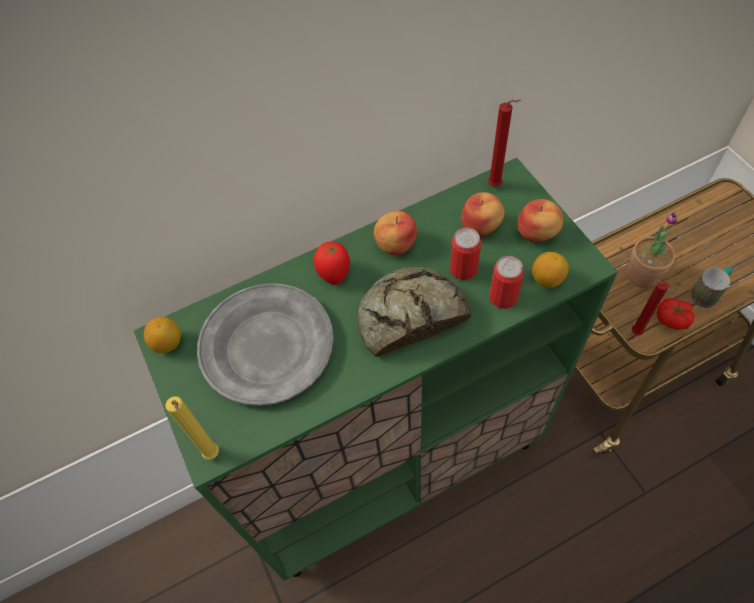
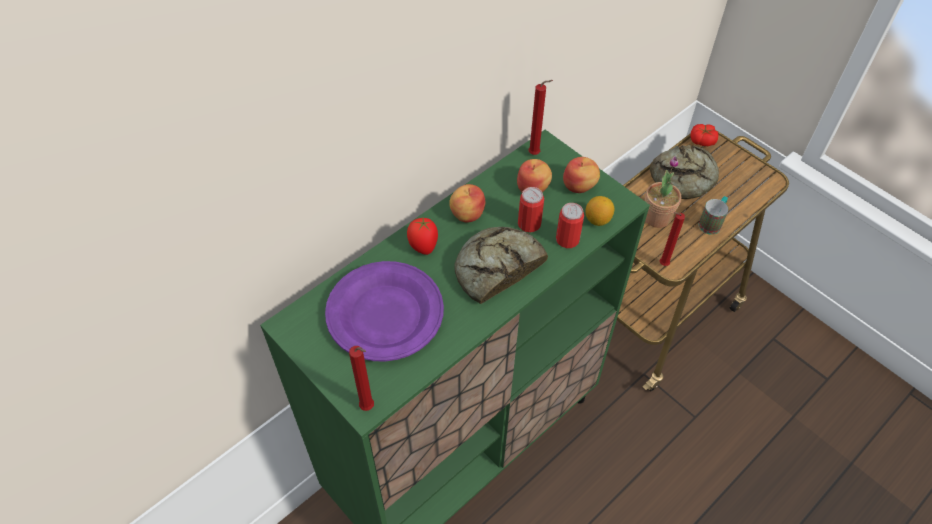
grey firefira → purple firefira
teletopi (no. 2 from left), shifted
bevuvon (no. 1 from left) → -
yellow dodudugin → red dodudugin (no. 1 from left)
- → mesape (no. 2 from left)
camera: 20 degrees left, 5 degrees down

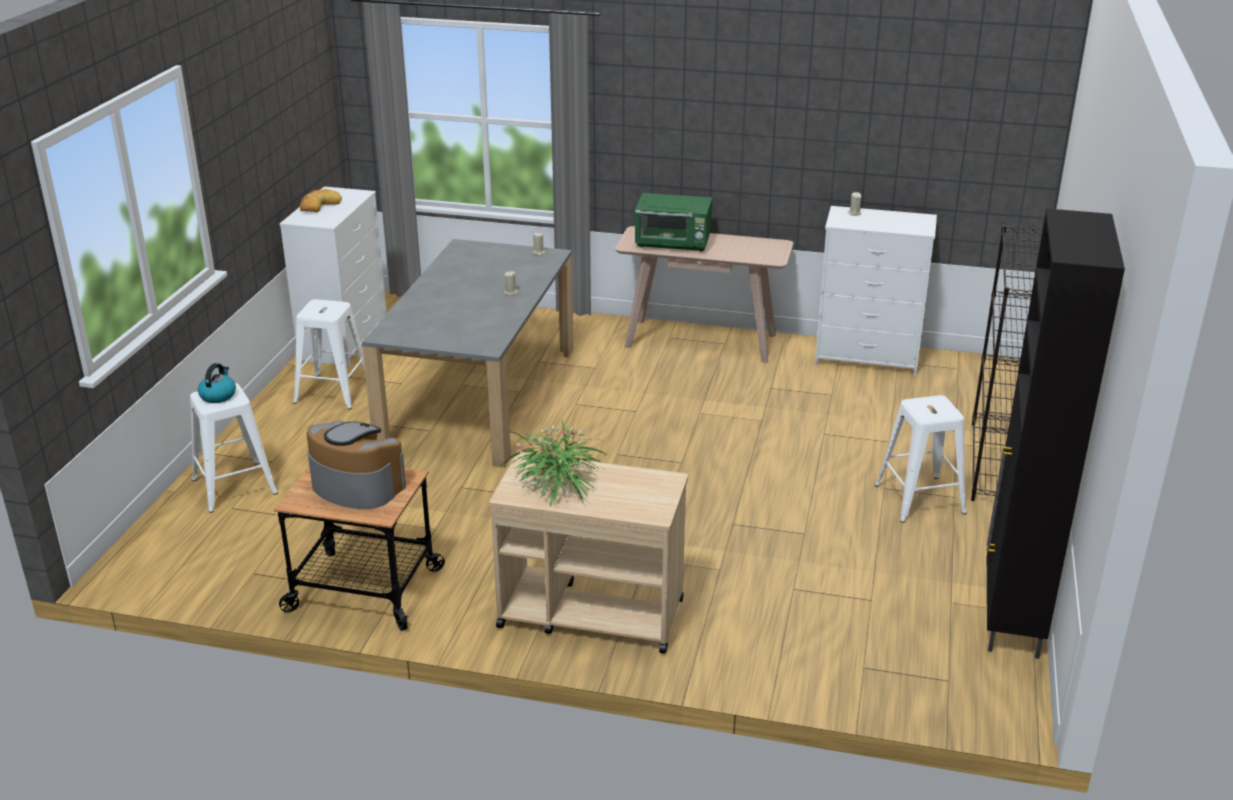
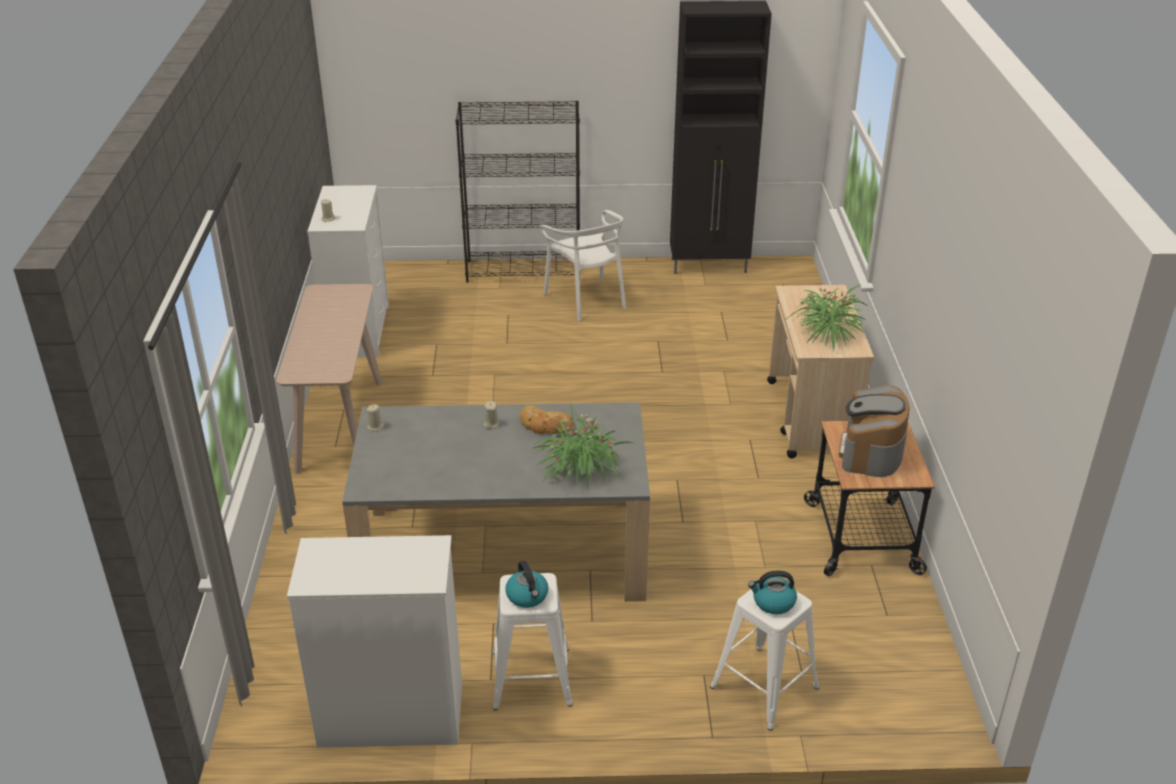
mesape, shifted
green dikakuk → -
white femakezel (no. 3 from left) → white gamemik
- → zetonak (no. 1 from left)
- → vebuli (no. 1 from left)
camera: 105 degrees left, 5 degrees up

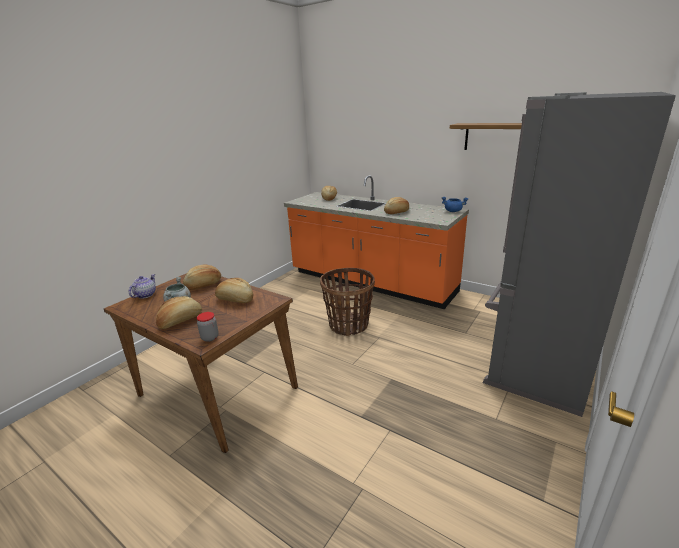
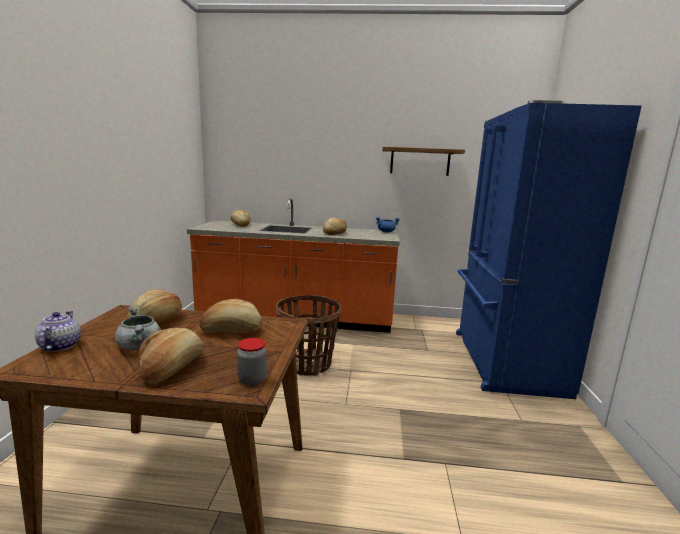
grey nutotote → blue nutotote
camera: 30 degrees left, 10 degrees down

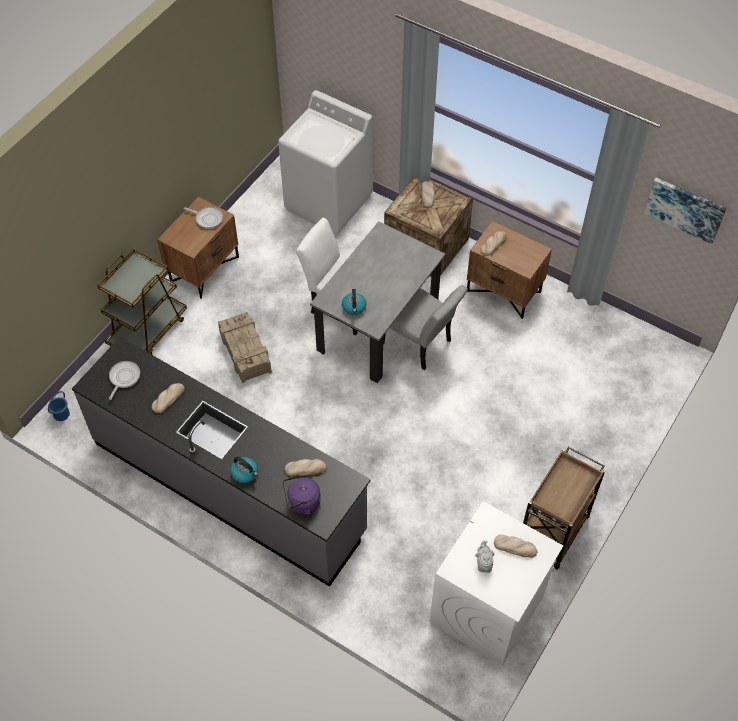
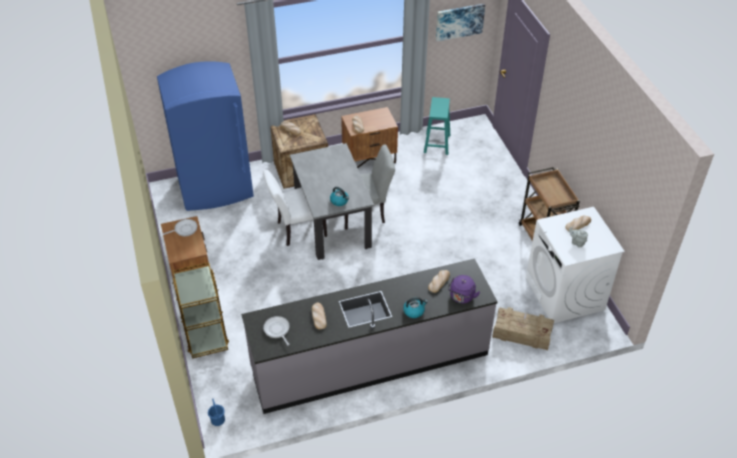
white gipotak (no. 1 from left) → blue nutotote
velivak (no. 1 from left in the first image) → velivak (no. 2 from left), shifted
- → turquoise femakezel
camera: 50 degrees left, 10 degrees down

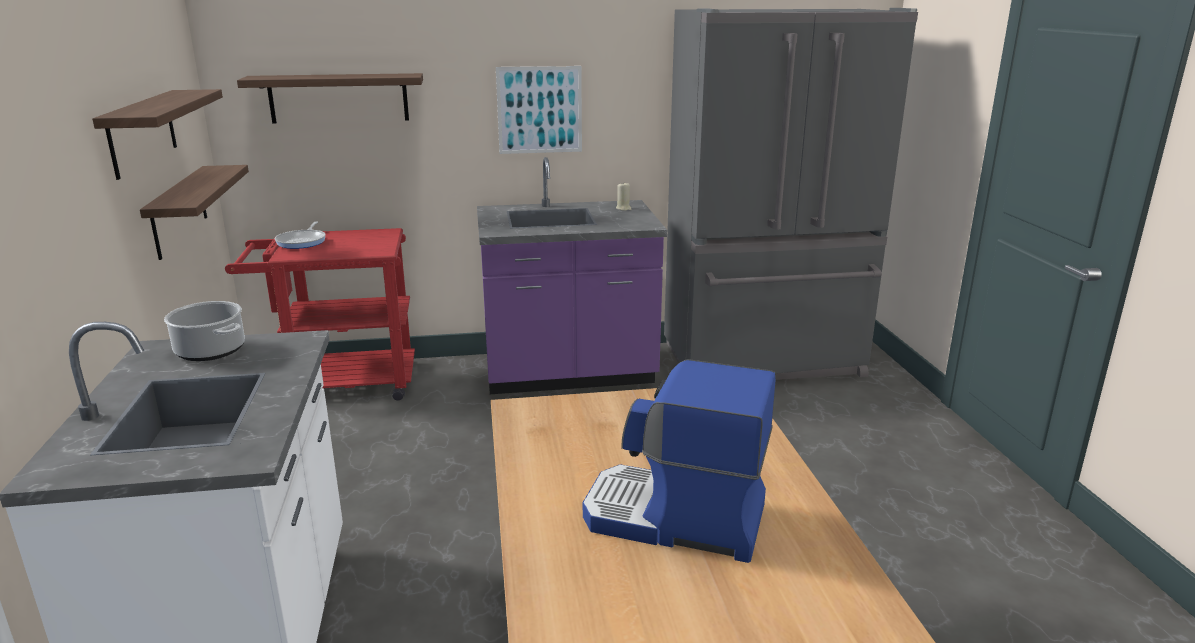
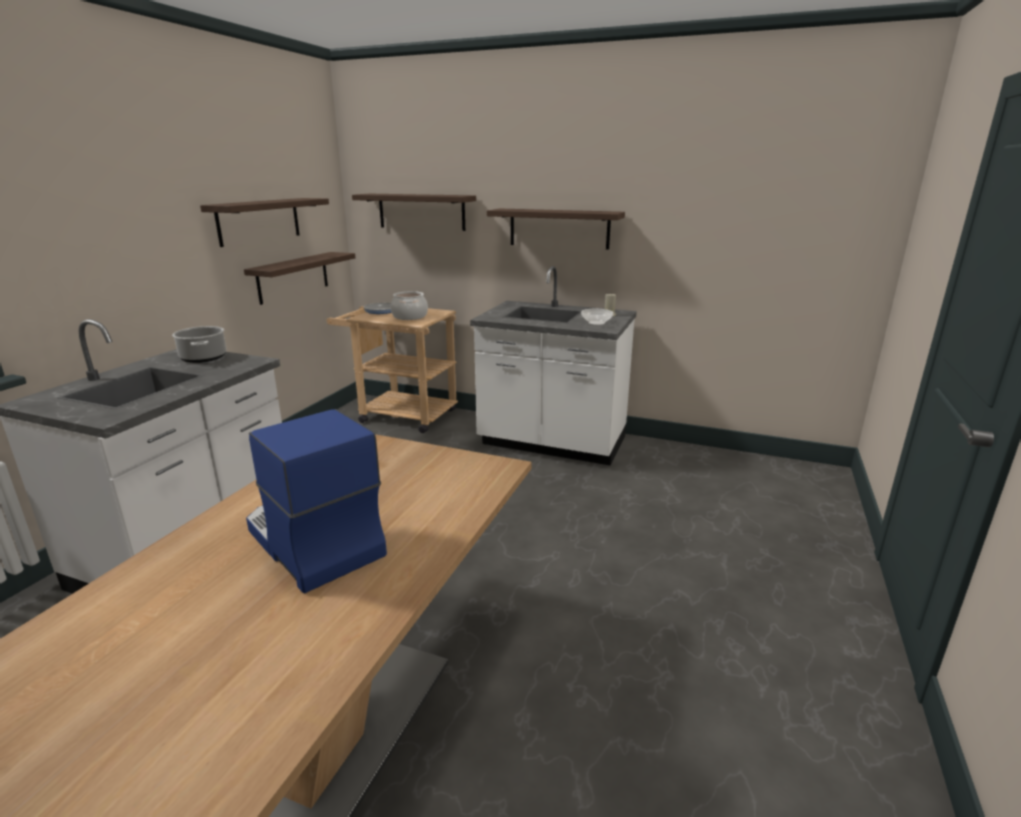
grey nutotote → -
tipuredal → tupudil (no. 4 from left)
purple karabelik → white karabelik (no. 2 from left)
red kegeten → beige kegeten
- → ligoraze (no. 2 from left)
- → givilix
camera: 30 degrees right, 0 degrees up

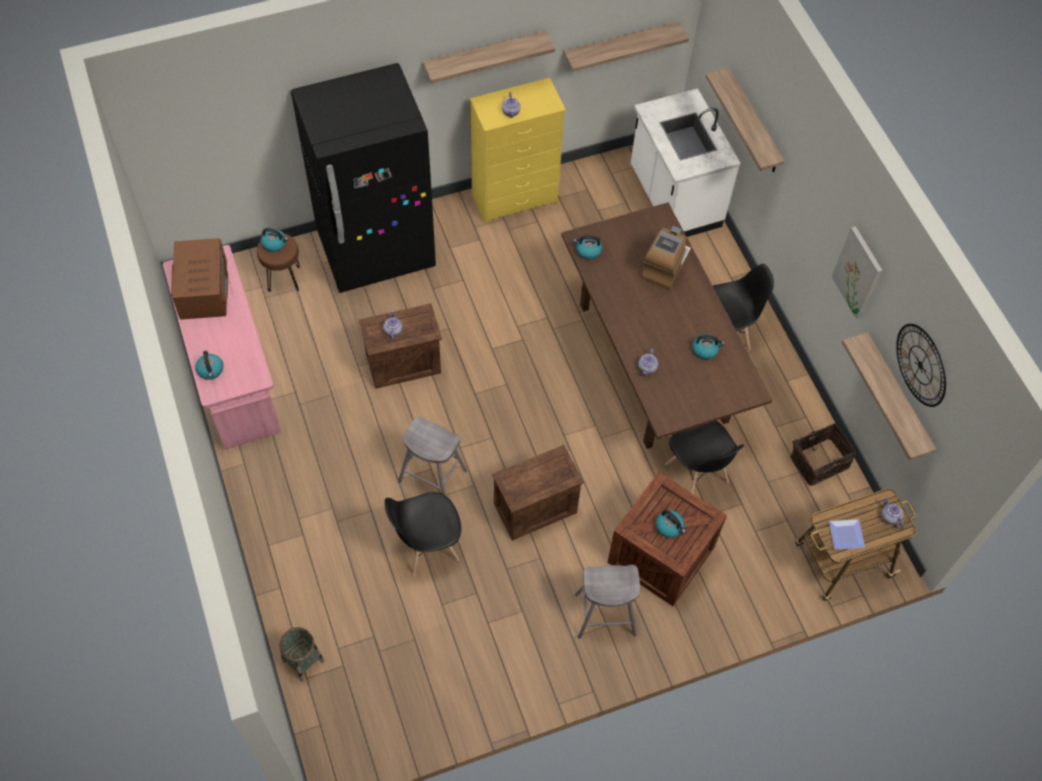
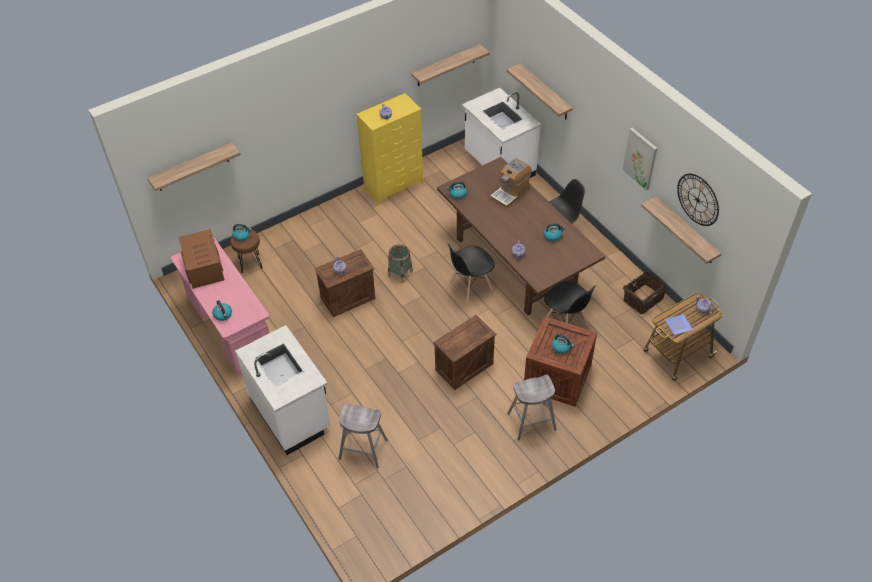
tupudil (no. 1 from left), shifted
black nutotote → -
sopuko, 150 degrees counterclockwise
grey femakezel (no. 1 from left), shifted
black gamemik (no. 1 from left), shifted
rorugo (no. 1 from left), shifted
- → white karabelik (no. 1 from left)
camera: 10 degrees left, 10 degrees down

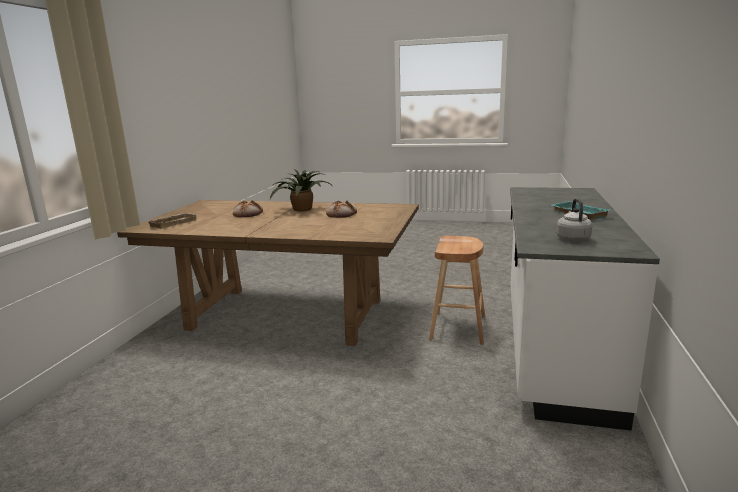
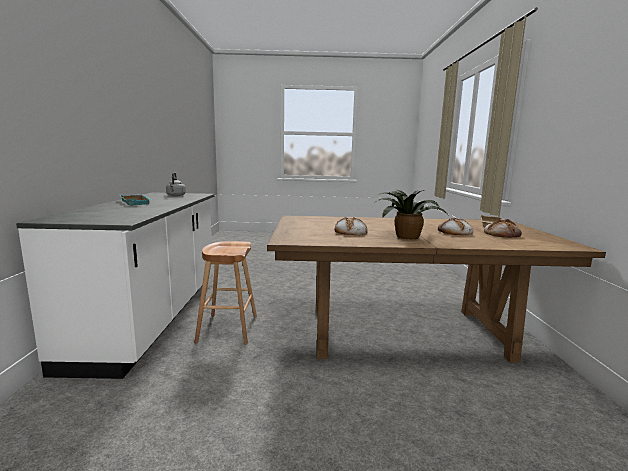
- → mesape (no. 3 from left)
camera: 165 degrees right, 5 degrees down

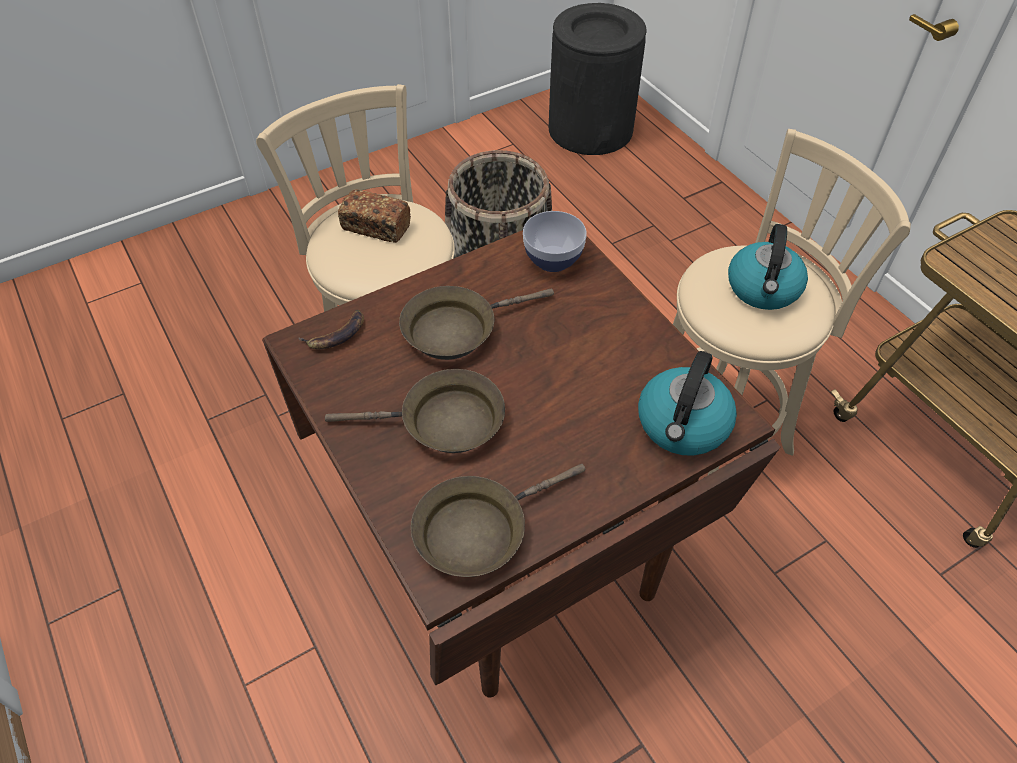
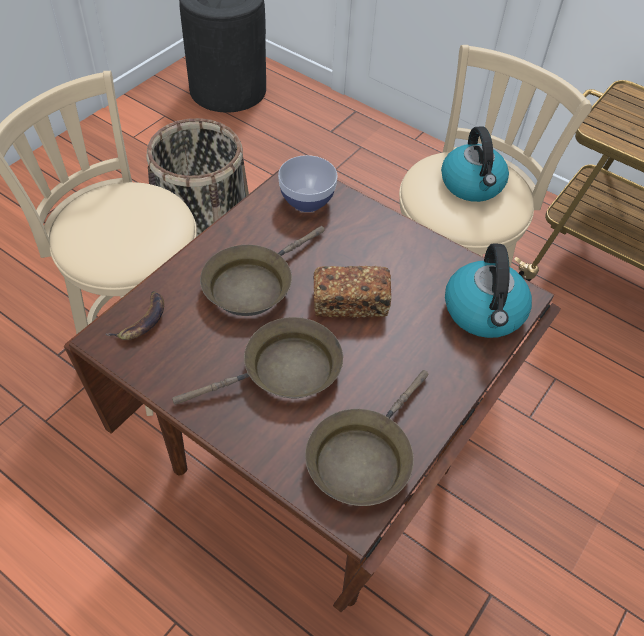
mesape, shifted
camera: 25 degrees left, 0 degrees up

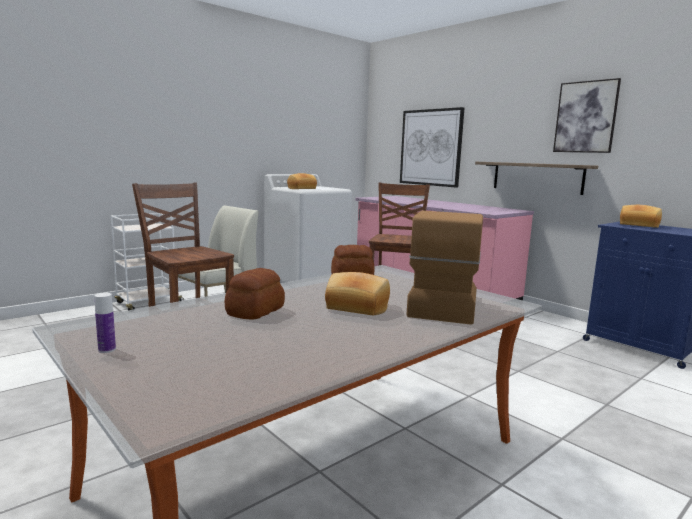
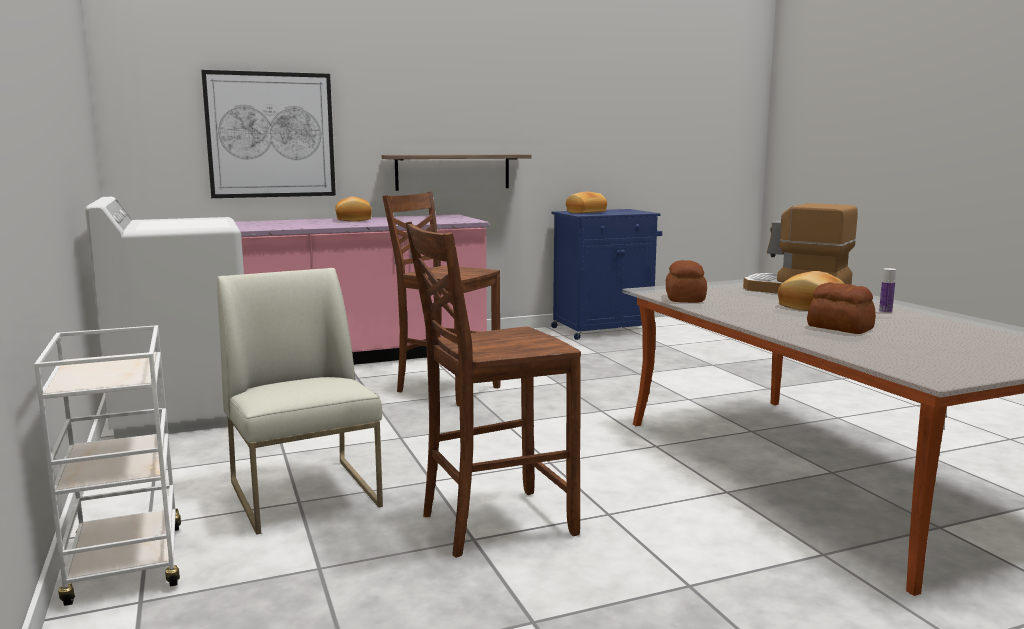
tipuredal (no. 2 from left) → -
mesape (no. 2 from left in the first image) → mesape (no. 1 from left), shifted
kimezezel, shifted
camera: 70 degrees left, 0 degrees up

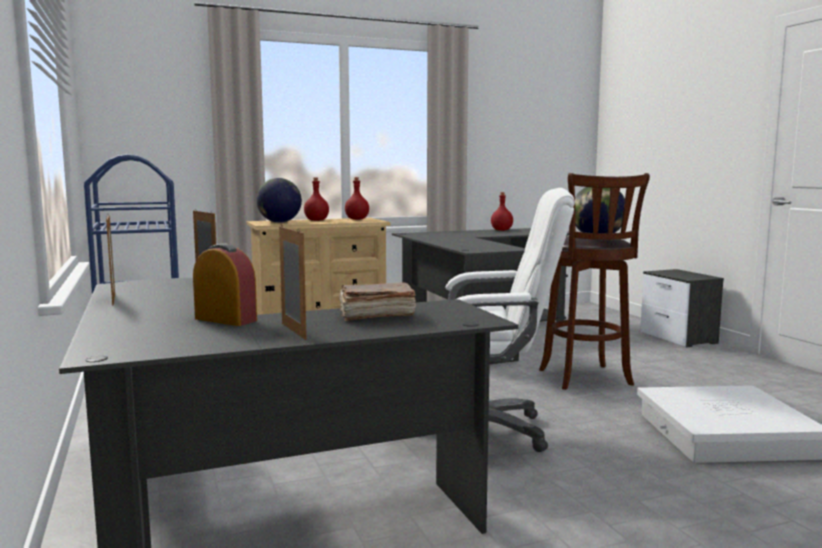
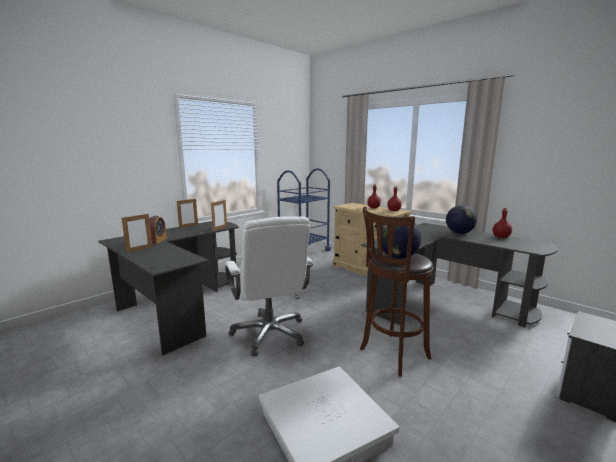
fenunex (no. 1 from left in the first image) → fenunex (no. 2 from left), shifted
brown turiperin → -
camera: 65 degrees right, 5 degrees up

